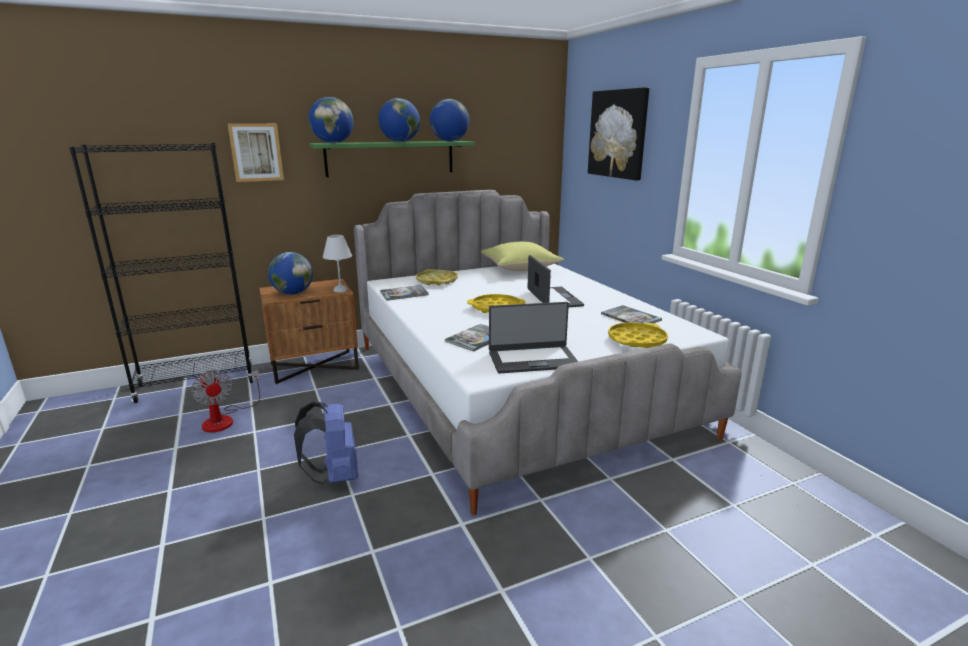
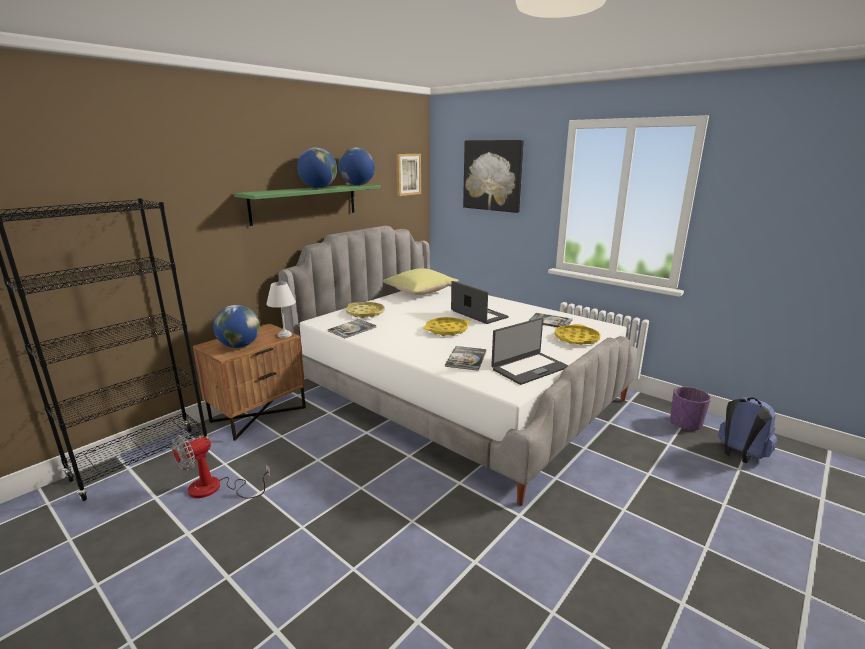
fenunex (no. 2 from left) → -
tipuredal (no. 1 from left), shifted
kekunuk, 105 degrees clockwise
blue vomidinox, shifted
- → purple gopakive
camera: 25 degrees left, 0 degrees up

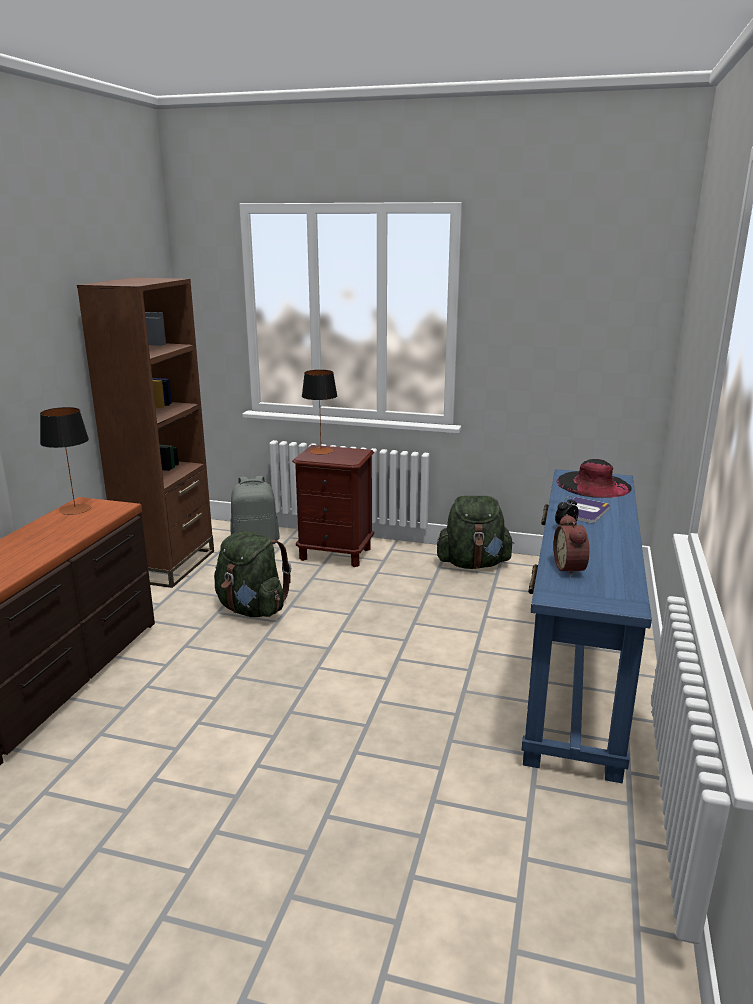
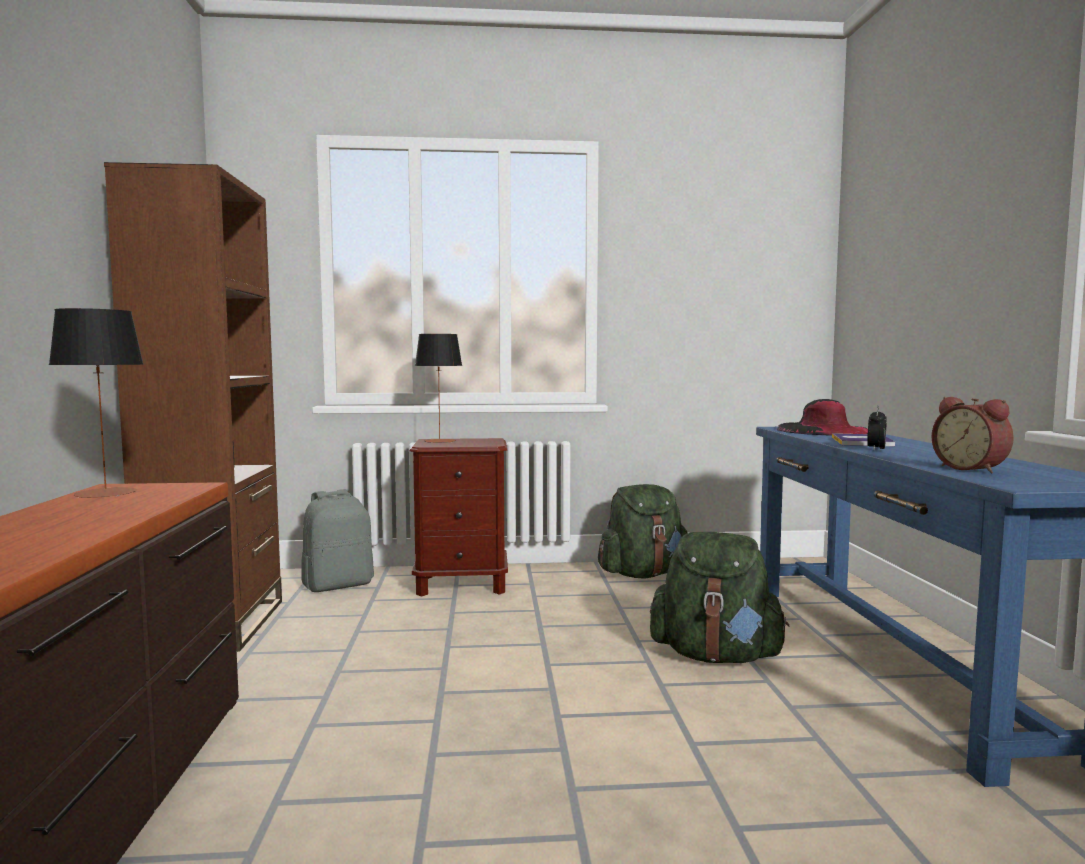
green vomidinox (no. 1 from left in the first image) → green vomidinox (no. 2 from left), shifted
camera: 20 degrees left, 15 degrees down

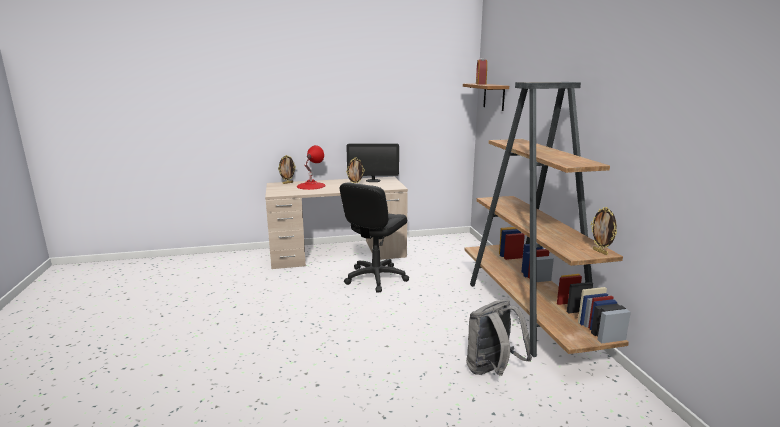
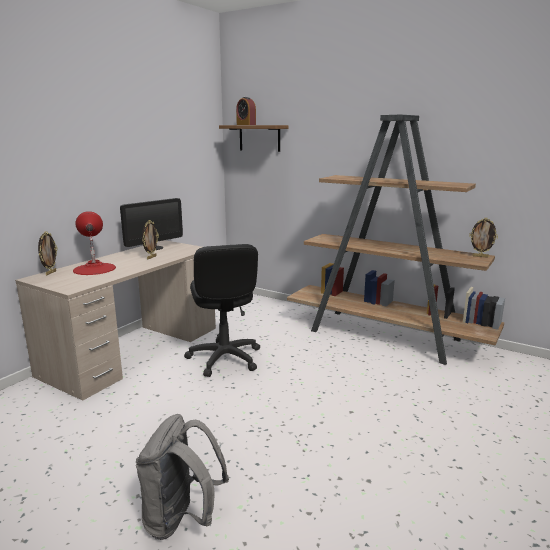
grey vomidinox, shifted
camera: 45 degrees left, 0 degrees up

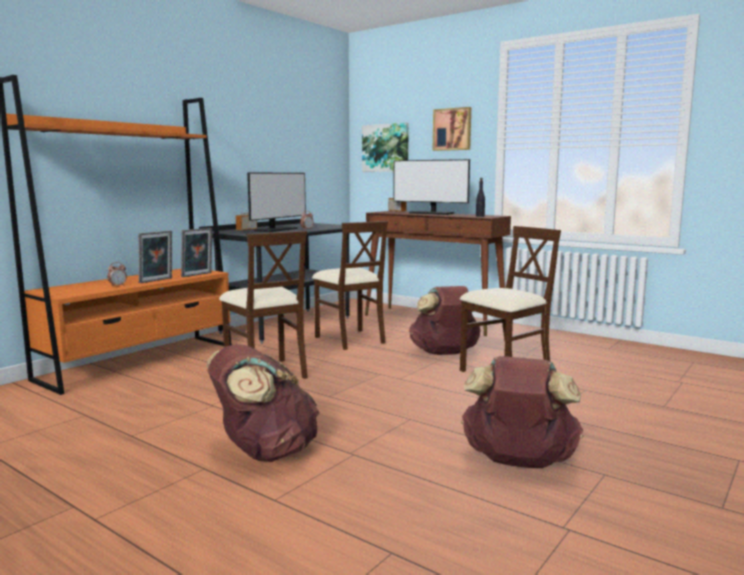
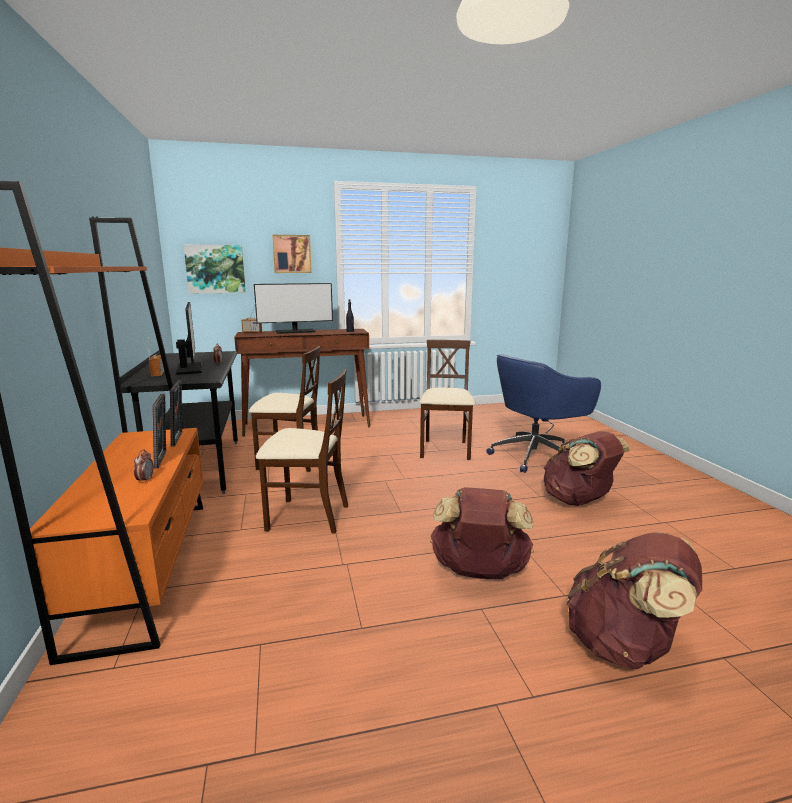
brown vomidinox (no. 2 from left in the first image) → brown vomidinox (no. 3 from left), shifted
- → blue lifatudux
camera: 50 degrees left, 5 degrees up

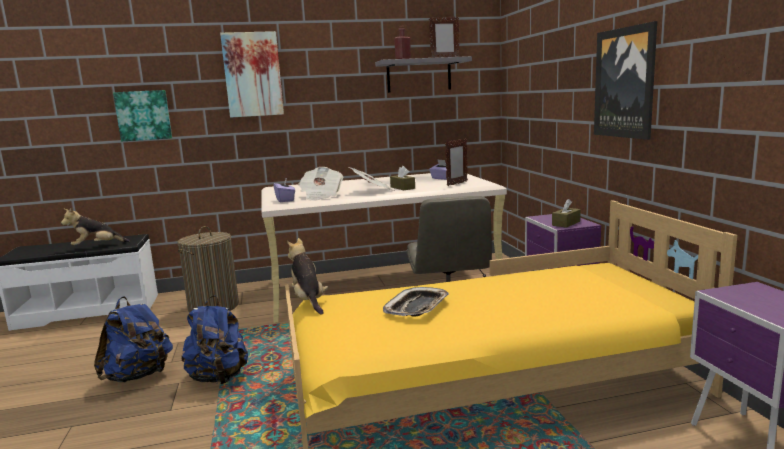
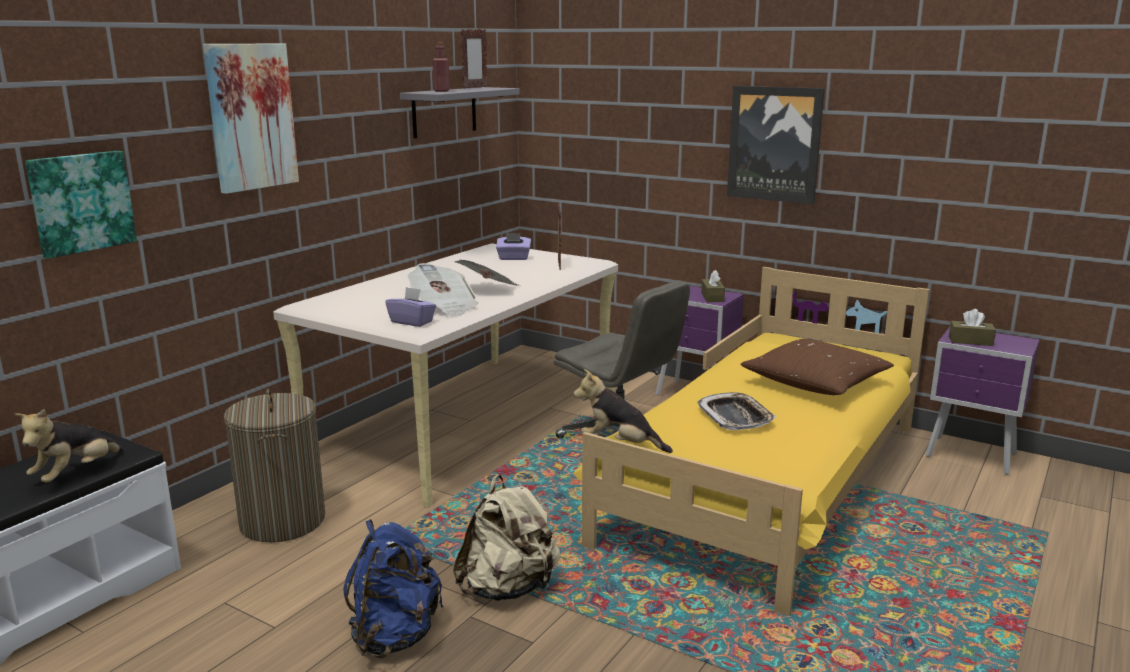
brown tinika (no. 1 from left in the first image) → brown tinika (no. 2 from left), shifted
blue vomidinox (no. 2 from left) → beige vomidinox
- → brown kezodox
camera: 45 degrees left, 5 degrees up

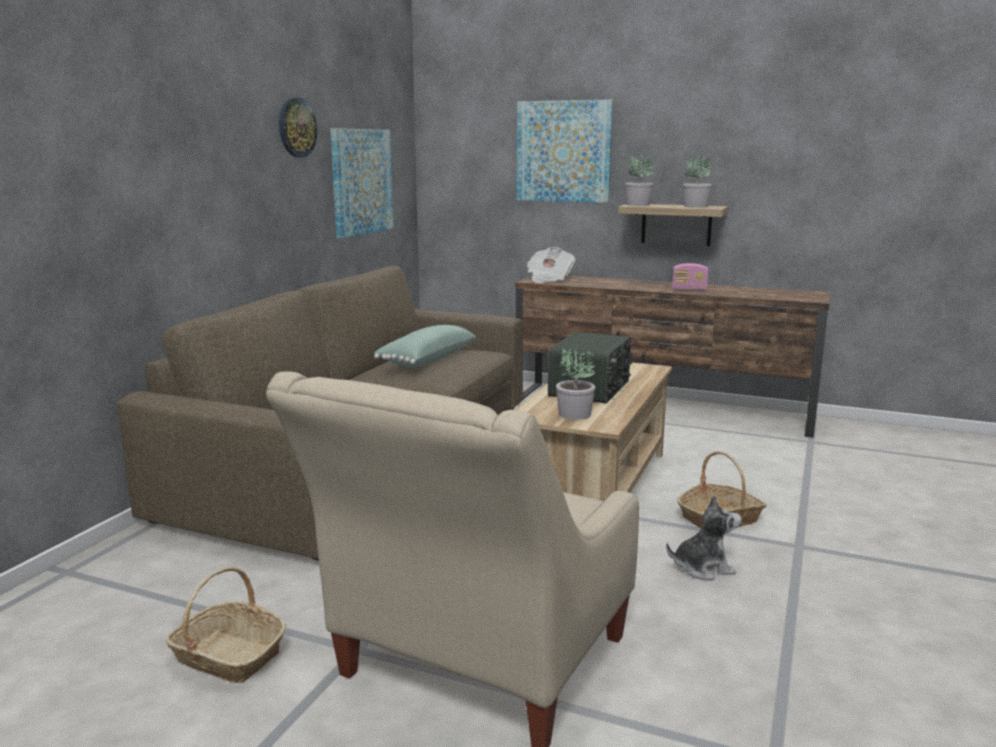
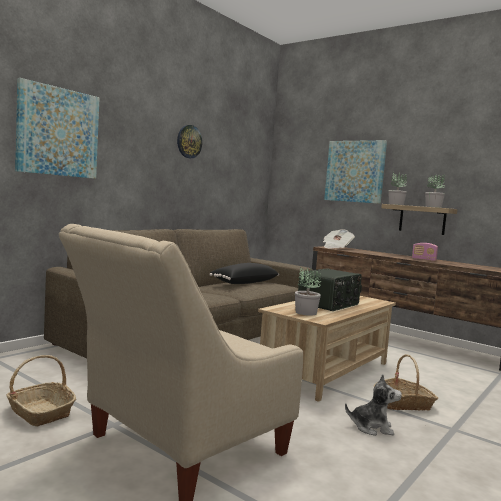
tipuredal (no. 1 from left), shifted
green kezodox → black kezodox
camera: 15 degrees right, 10 degrees down

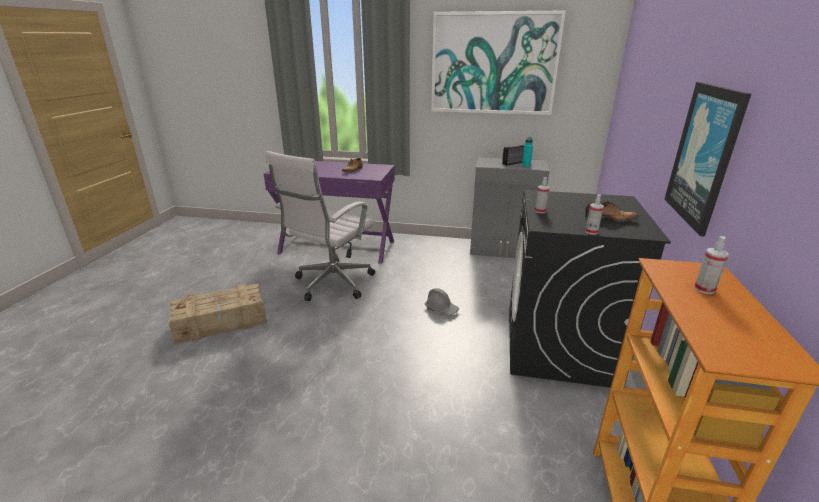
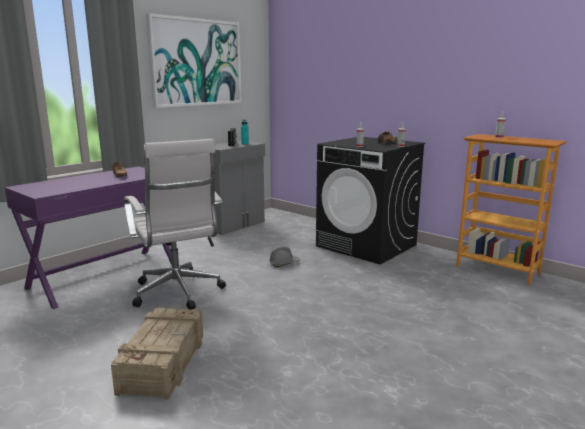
tipuredal (no. 2 from left) → -
camera: 60 degrees left, 10 degrees down

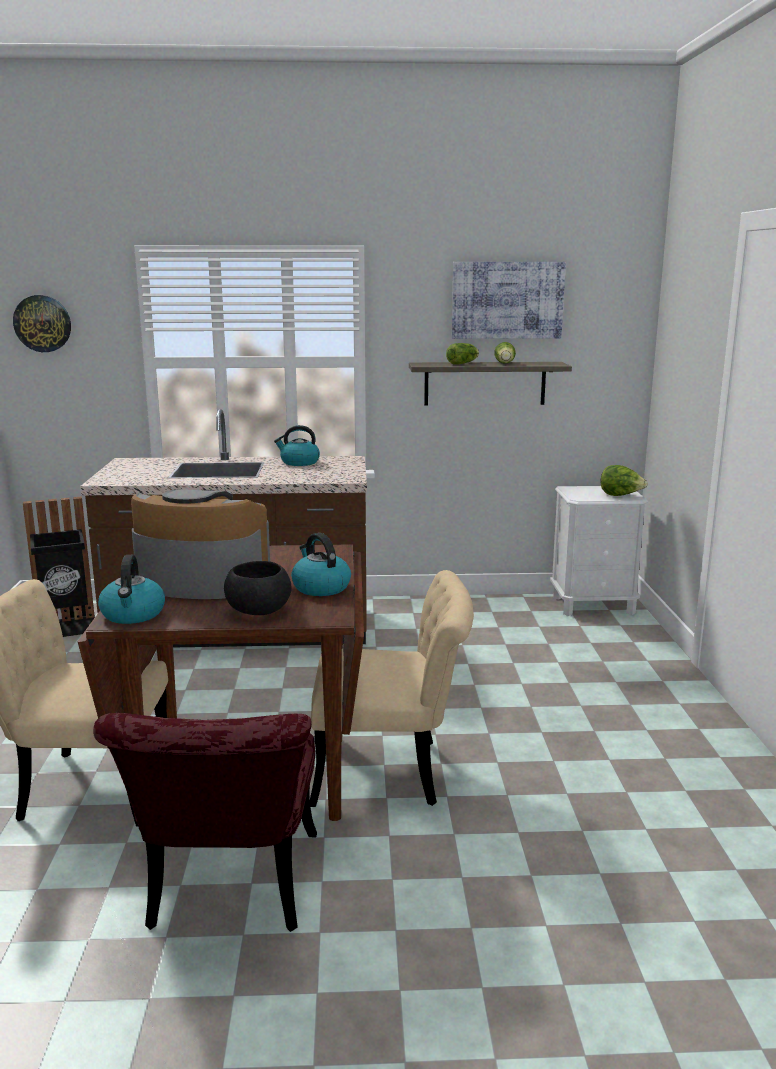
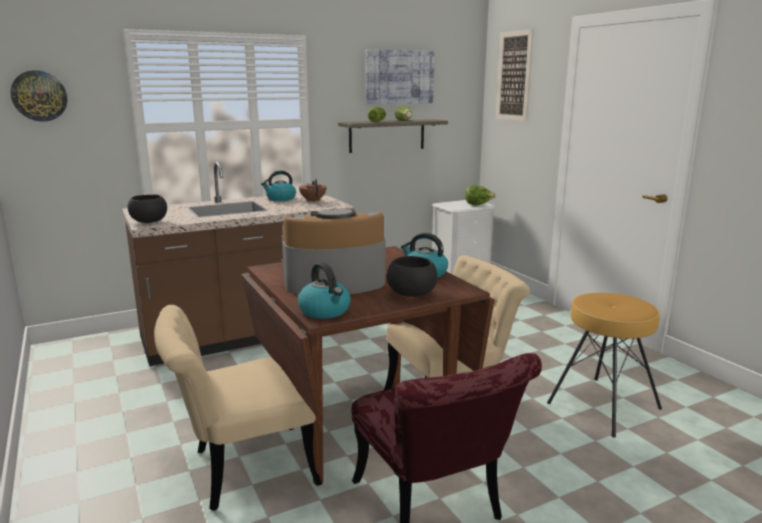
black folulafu → -
- → tipuredal (no. 2 from left)
- → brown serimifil
- → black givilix (no. 1 from left)
- → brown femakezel
camera: 25 degrees left, 0 degrees up

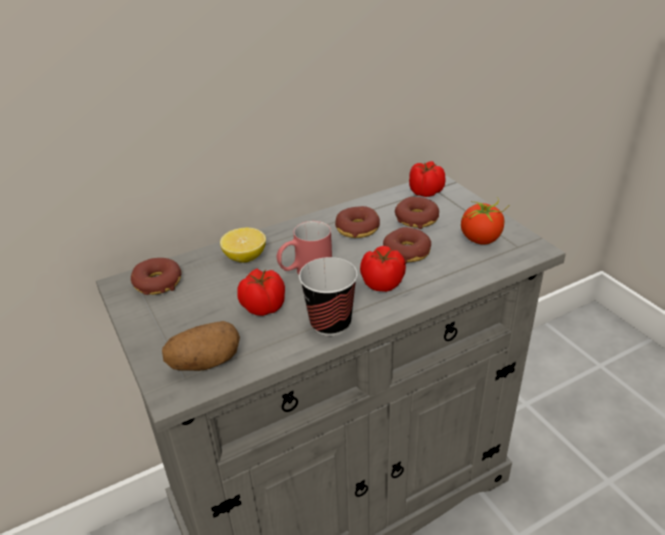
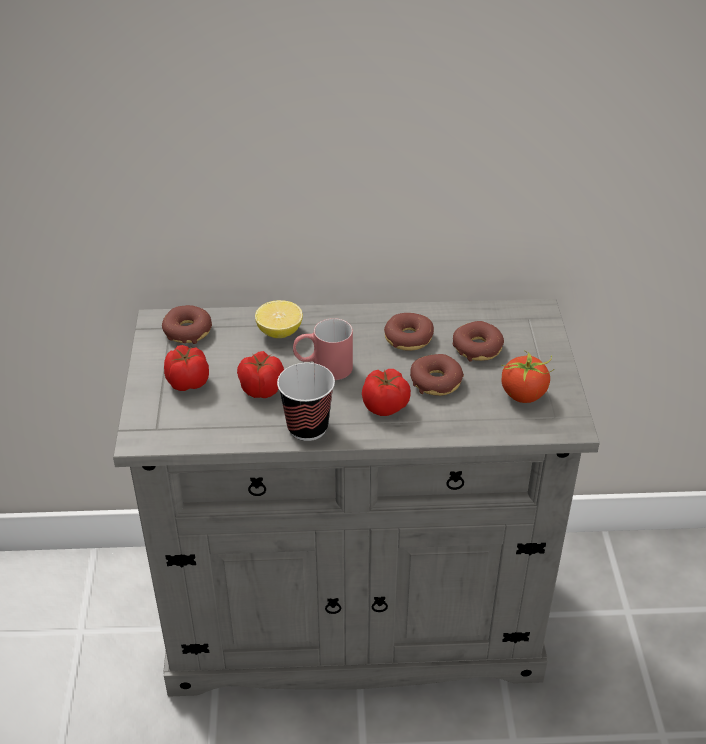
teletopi (no. 3 from left in the first image) → teletopi (no. 1 from left), shifted
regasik → -
camera: 25 degrees right, 5 degrees up

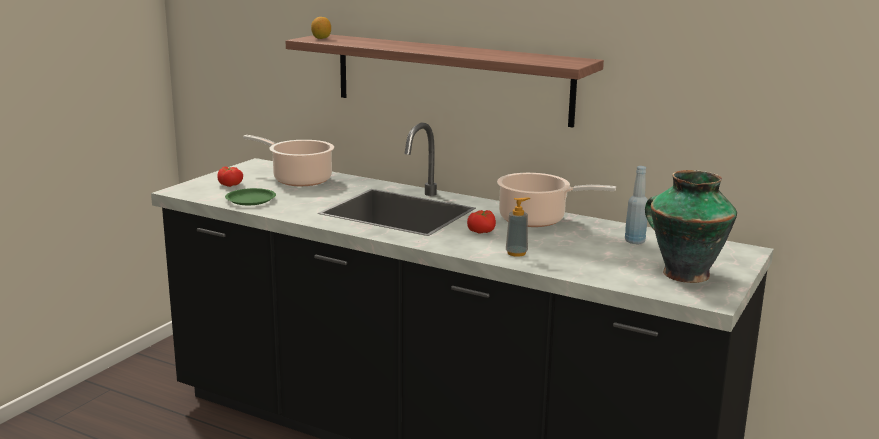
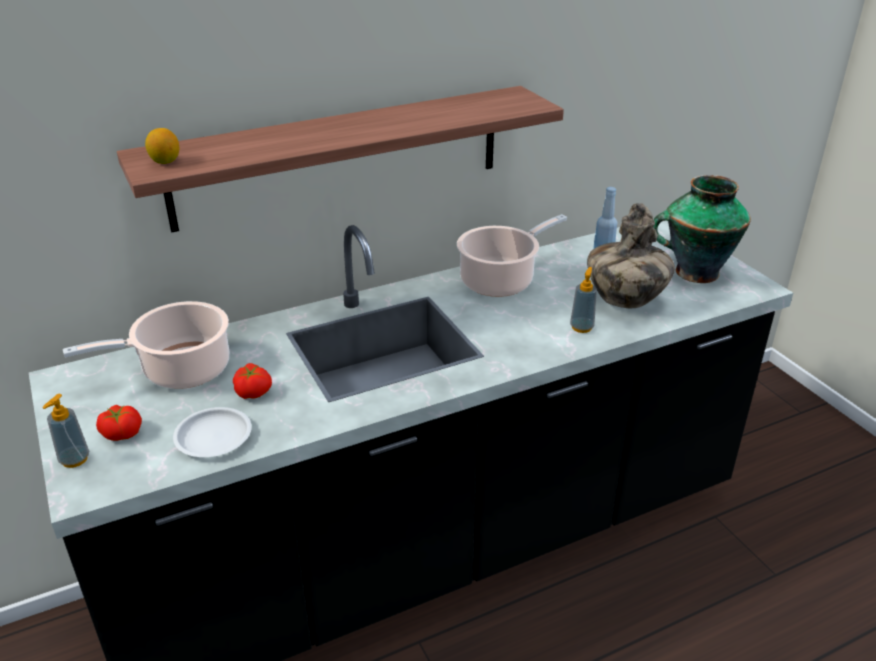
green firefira → white firefira
teletopi (no. 2 from left), shifted
- → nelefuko (no. 1 from left)
- → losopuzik (no. 1 from left)
camera: 55 degrees left, 15 degrees up

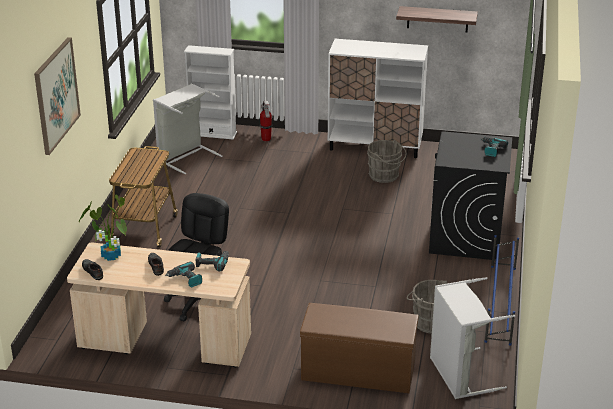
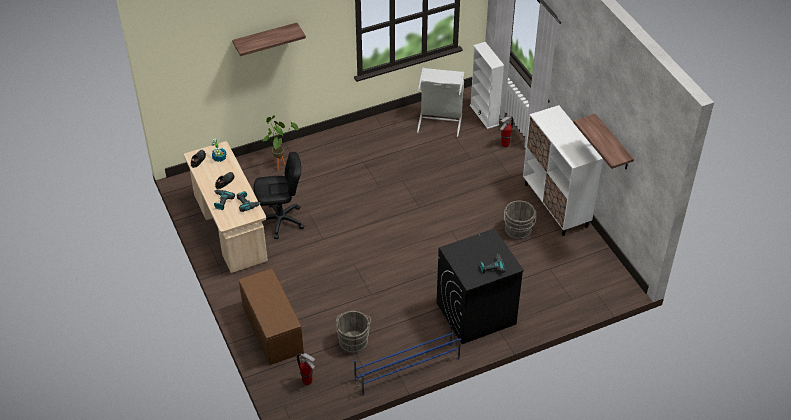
tipuredal → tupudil (no. 1 from left)
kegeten → -
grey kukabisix (no. 2 from left) → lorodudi (no. 1 from left)
camera: 55 degrees right, 15 degrees up

